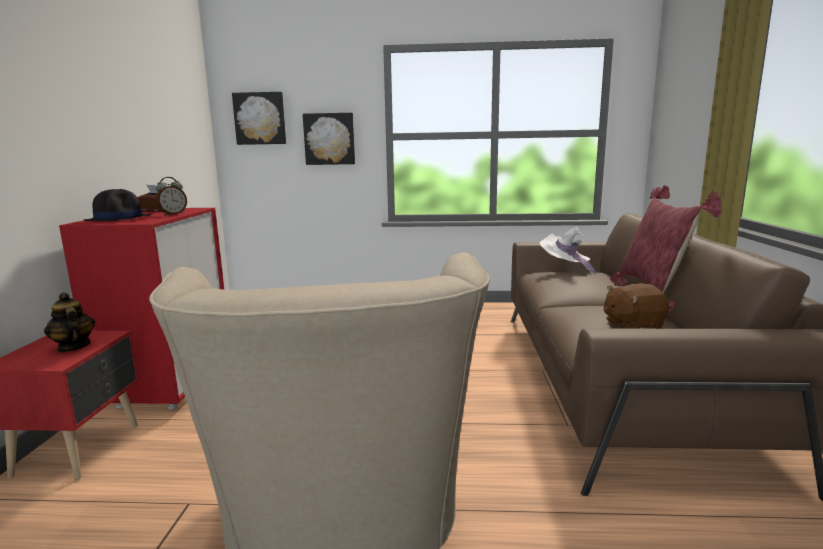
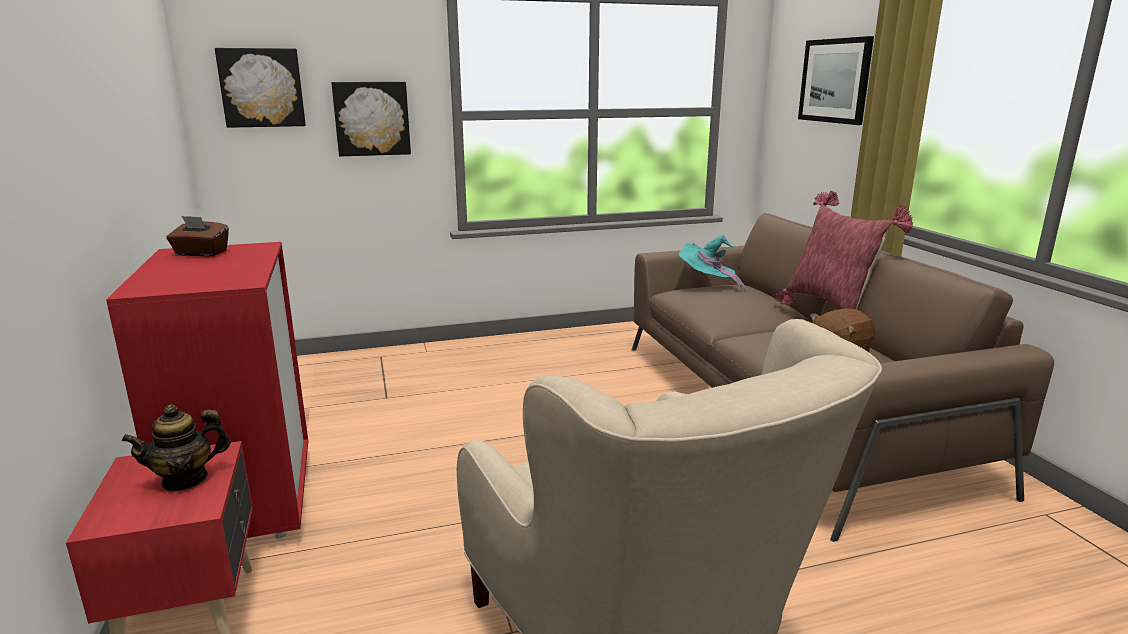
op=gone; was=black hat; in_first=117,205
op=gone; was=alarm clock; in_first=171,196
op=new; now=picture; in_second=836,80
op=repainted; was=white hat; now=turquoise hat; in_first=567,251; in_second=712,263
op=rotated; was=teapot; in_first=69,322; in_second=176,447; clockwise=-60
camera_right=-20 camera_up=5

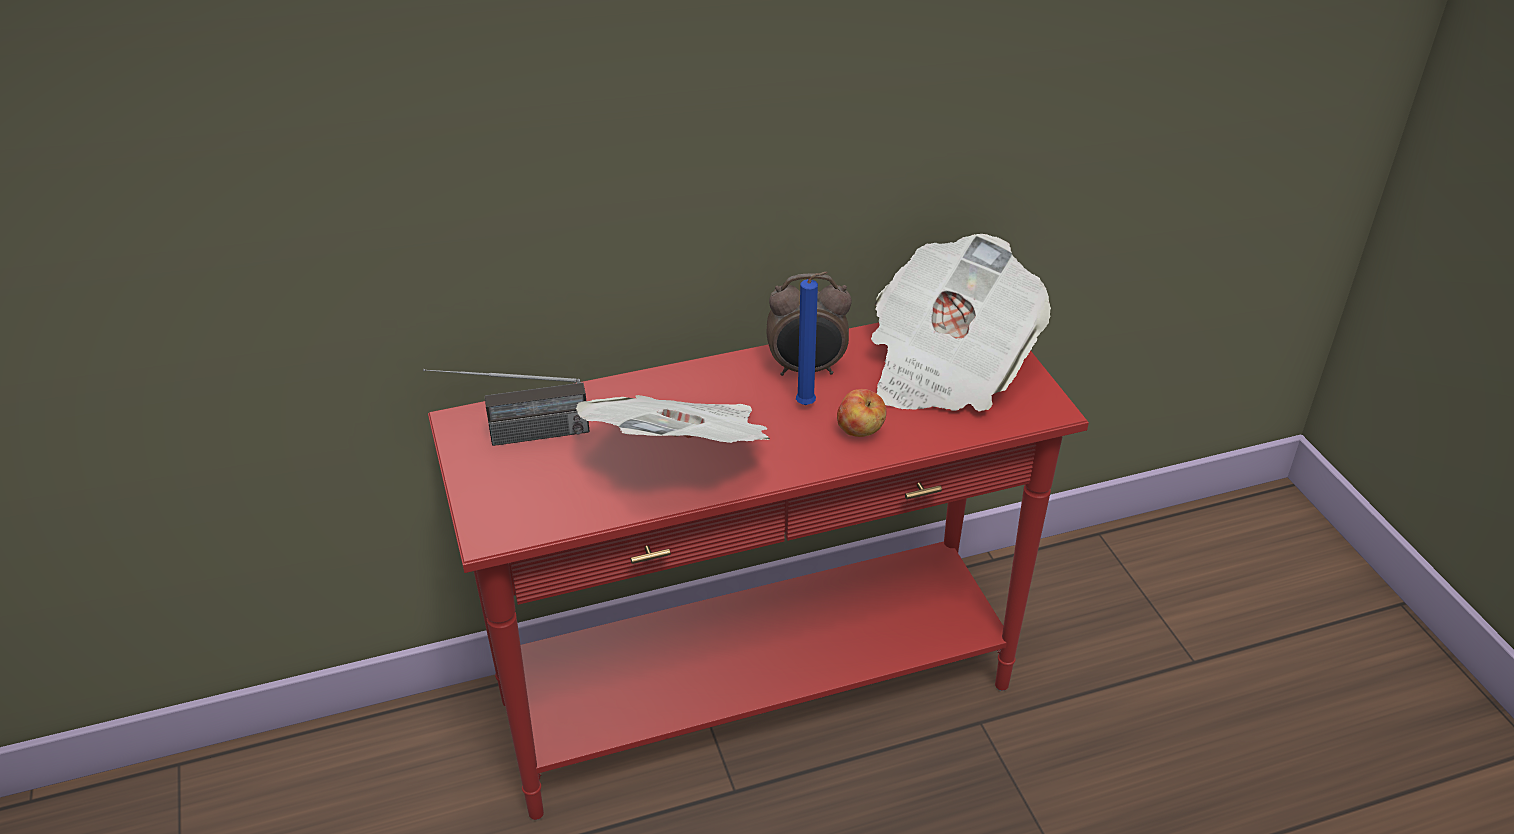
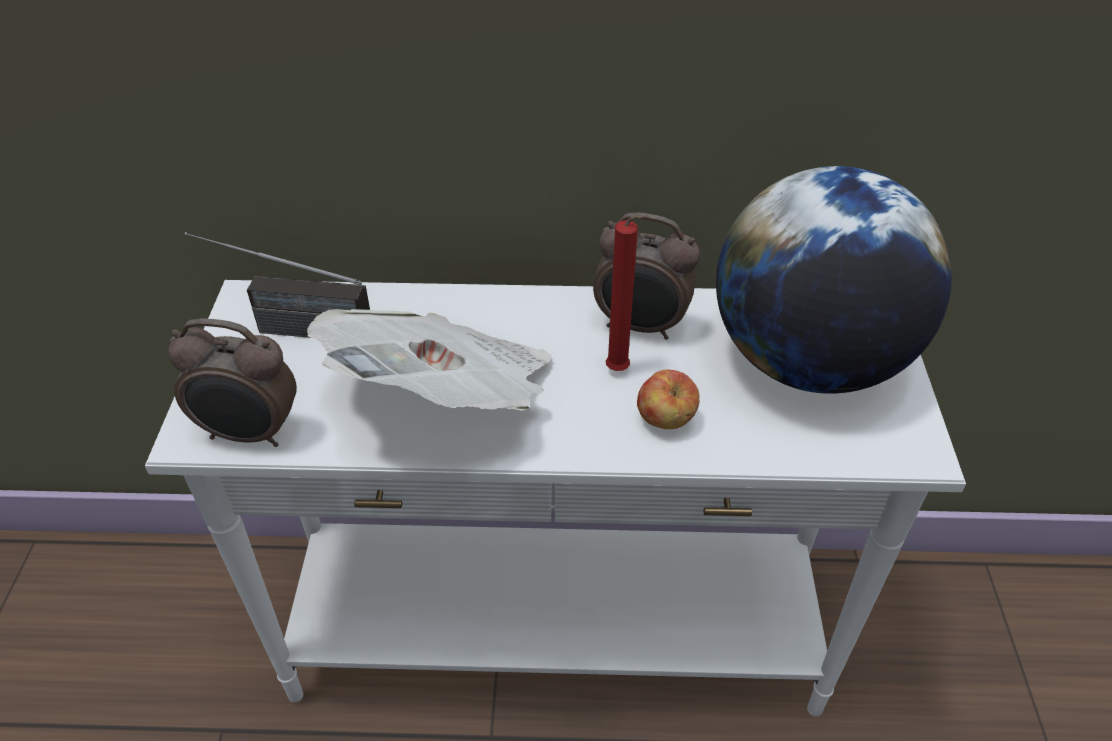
op=new; now=alarm clock; in_second=232,383
op=swapped; was=newspaper; now=globe; in_first=961,322; in_second=834,280
op=repainted; was=red console table; now=white console table; in_first=758,571; in_second=555,498
op=repainted; was=blue candle; now=red candle; in_first=812,338; in_second=627,293
camera_right=20 camera_up=5

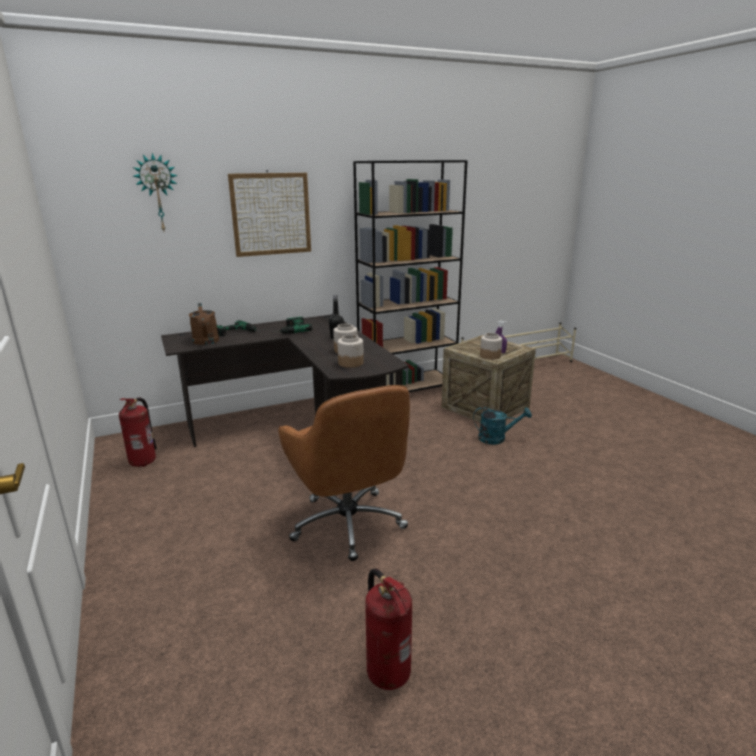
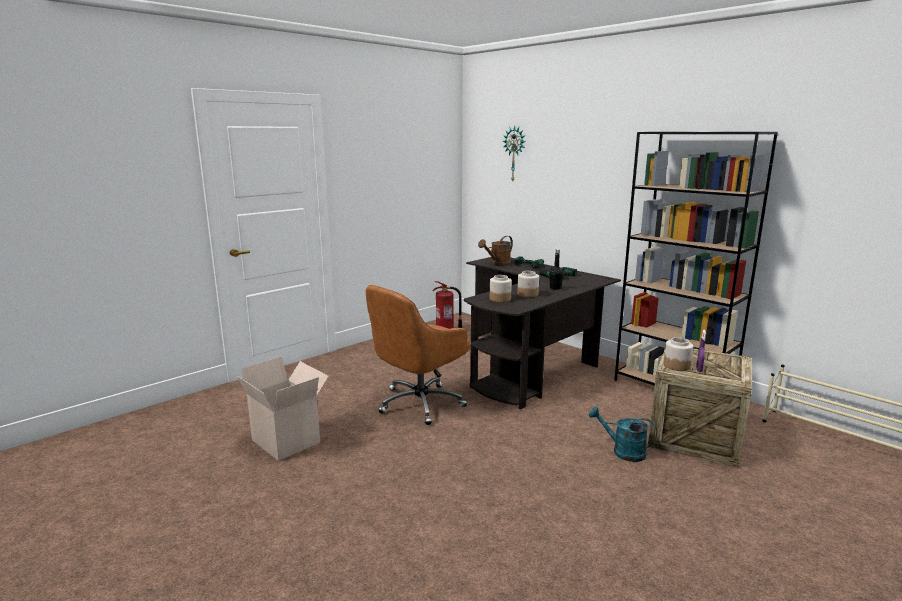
op=gone; was=picture; in_first=269,213
op=swapped; was=fire extinguisher; now=cardboard box; in_first=388,629; in_second=283,409
op=rotated; was=turquoise watering can; in_first=502,426; in_second=623,434; clockwise=135
camera_right=70 camera_up=-5

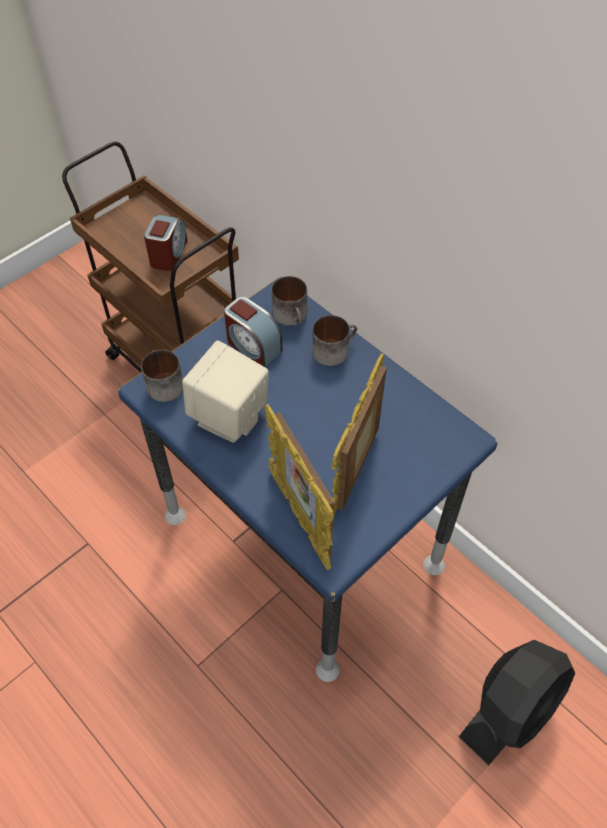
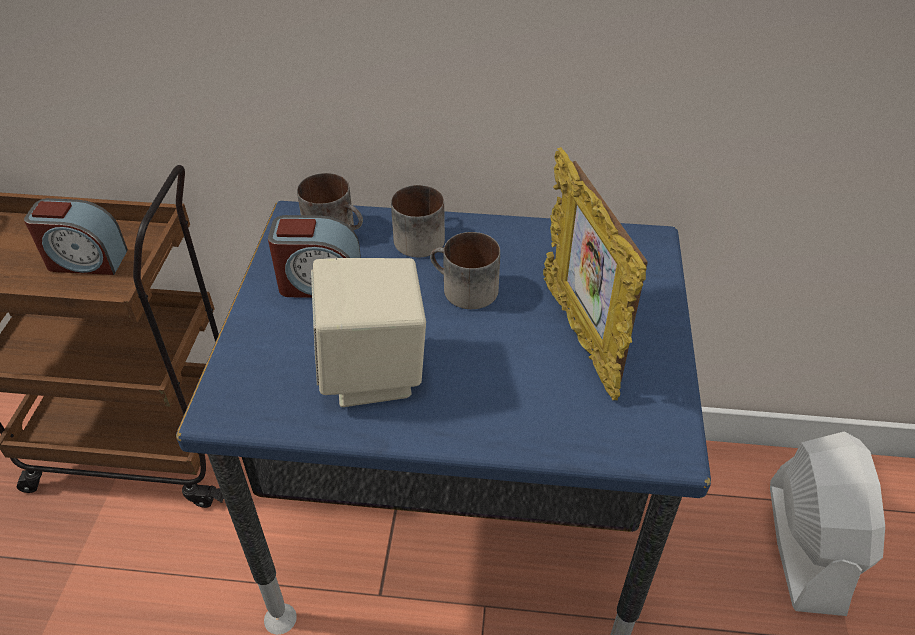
op=gone; was=picture frame; in_first=299,487
op=shifted; was=mug; in_first=162,376; in_second=465,270
op=repainted; was=black fan; now=white fan; in_first=517,702; in_second=827,524
op=rotated; was=alarm clock; in_first=165,243; in_second=76,236; clockwise=120
camera_right=-40 camera_up=-10

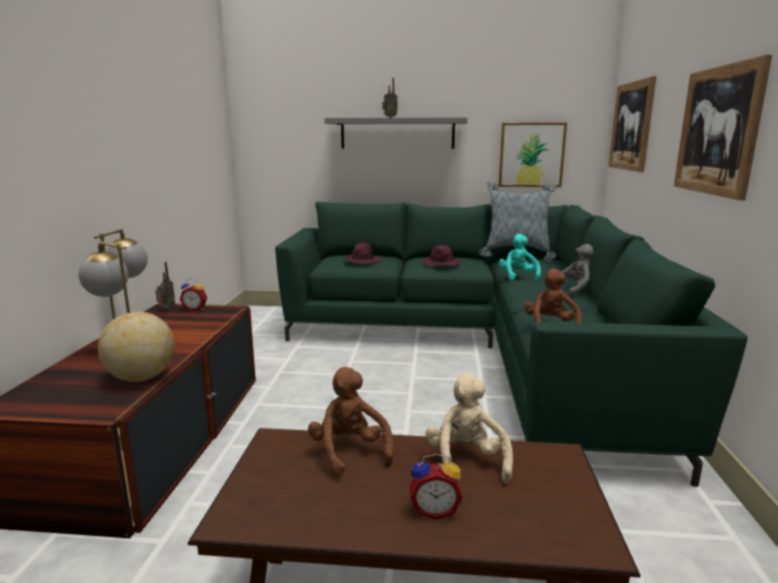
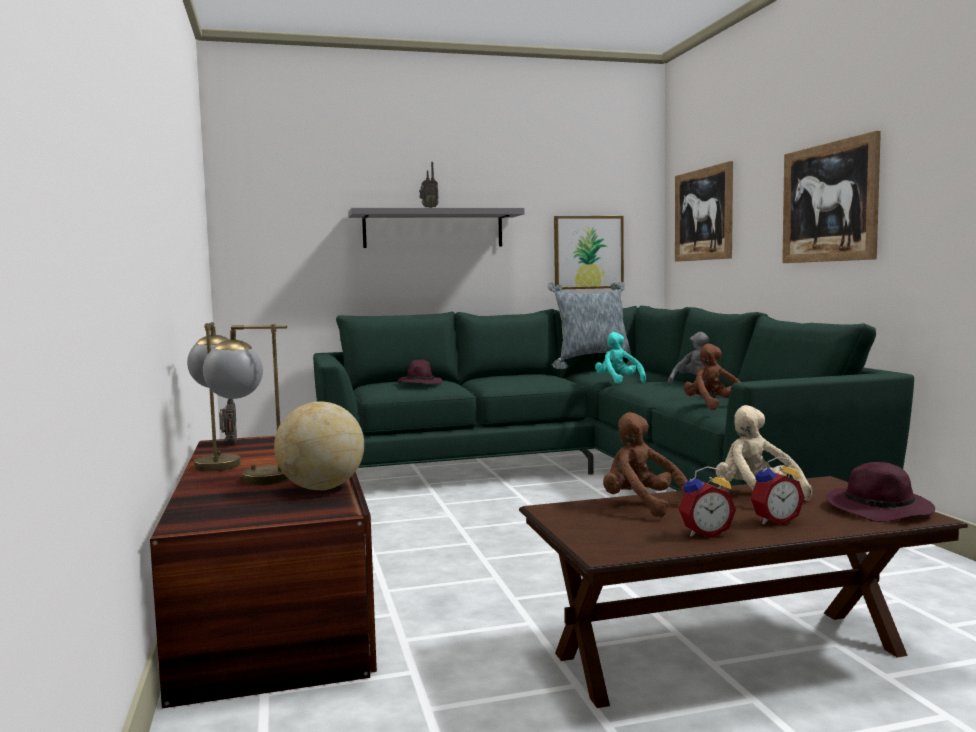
op=shifted; was=alarm clock; in_first=193,294; in_second=707,502
op=shifted; was=purple hat; in_first=442,256; in_second=880,492
camera_right=-20 camera_up=-10

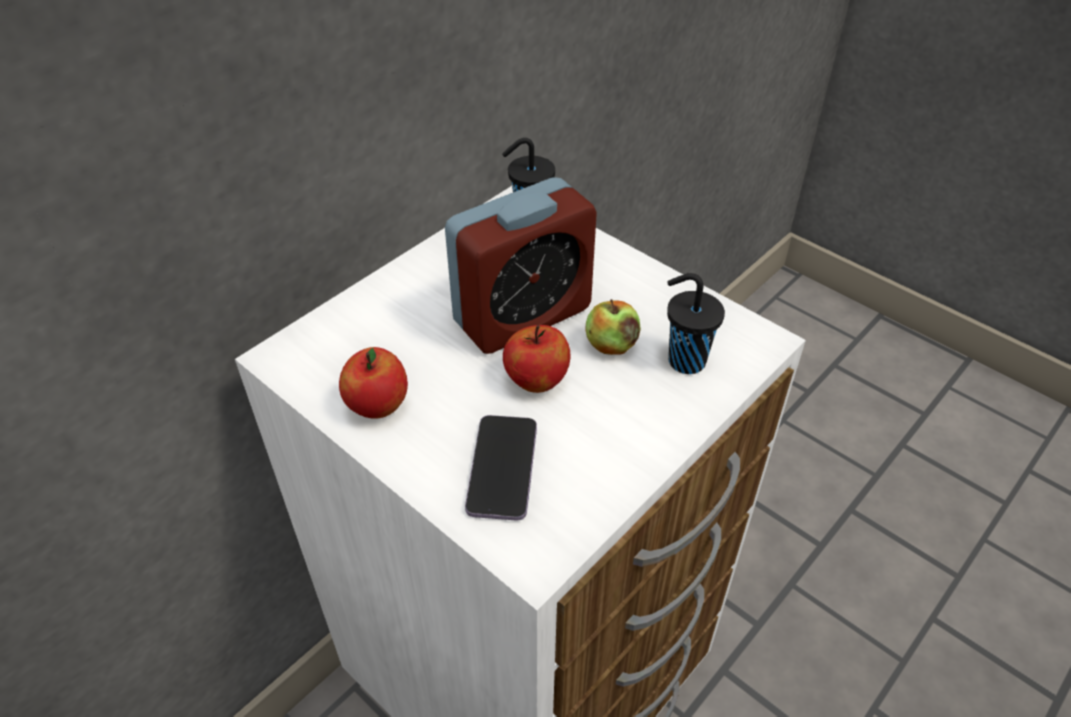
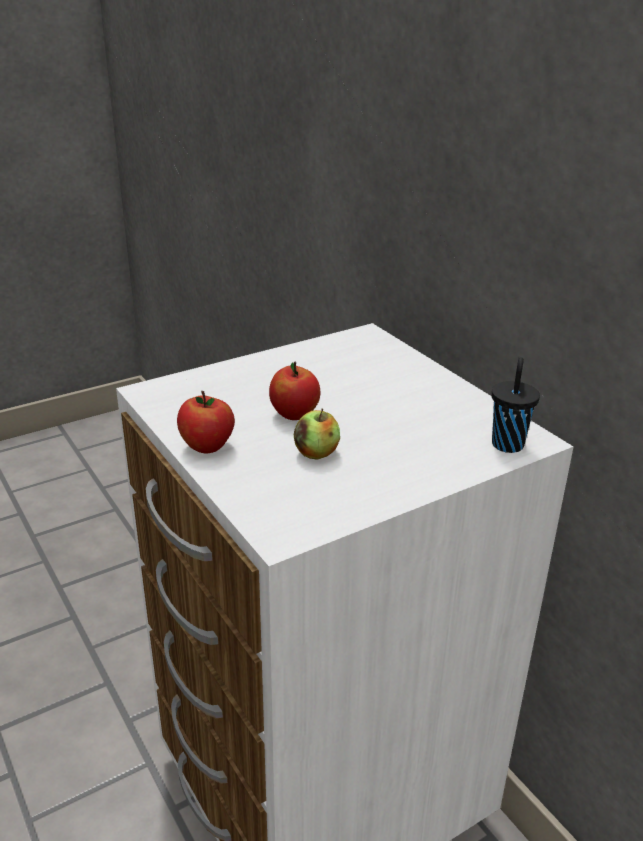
op=gone; was=alarm clock; in_first=521,265
op=gone; was=phone; in_first=501,467
op=gone; was=black cup; in_first=696,323
op=shifted; was=apple; in_first=373,383; in_second=206,422
camera_right=105 camera_up=-15

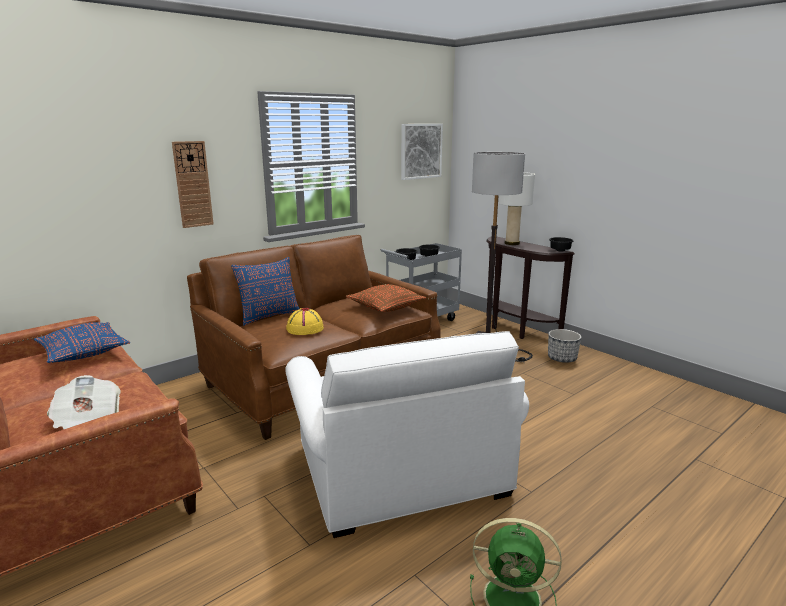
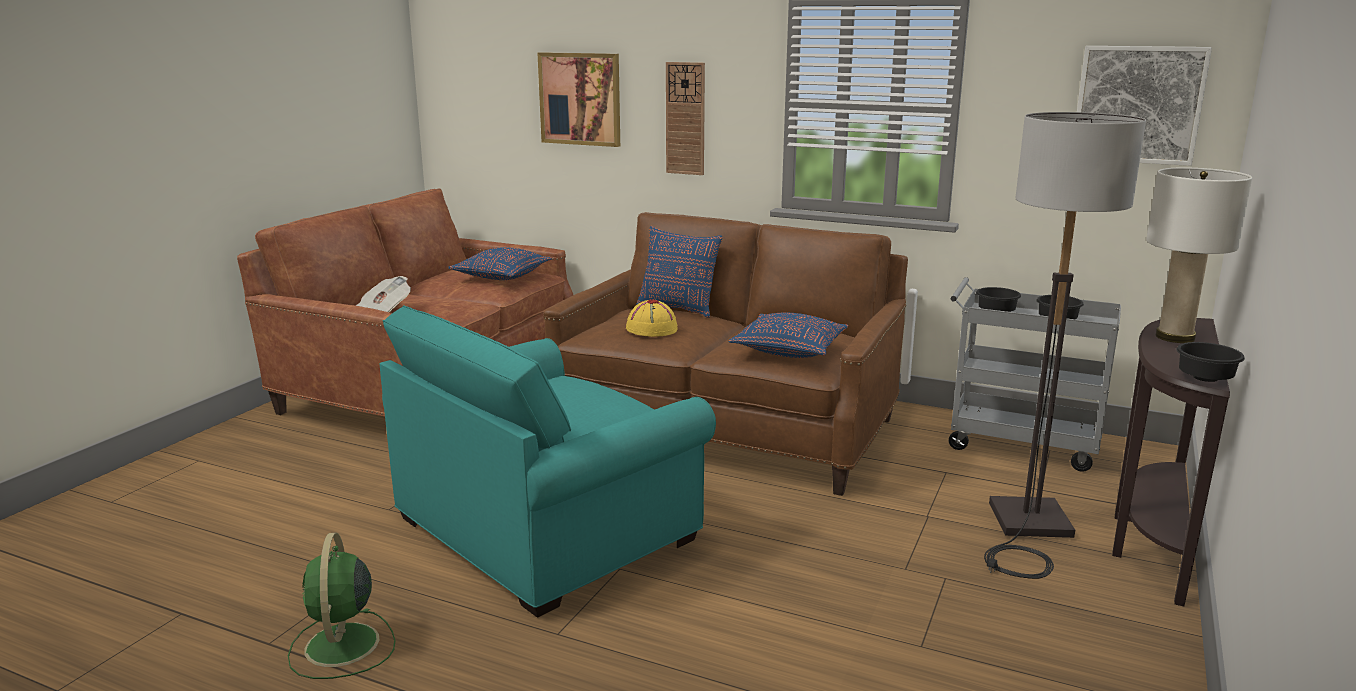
op=gone; was=planter; in_first=564,346
op=new; now=picture; in_second=578,99
op=repainted; was=white armchair; now=turquoise armchair; in_first=407,434; in_second=548,462
op=repainted; was=brown pillow; now=blue pillow; in_first=386,298; in_second=788,335
camera_right=65 camera_up=0

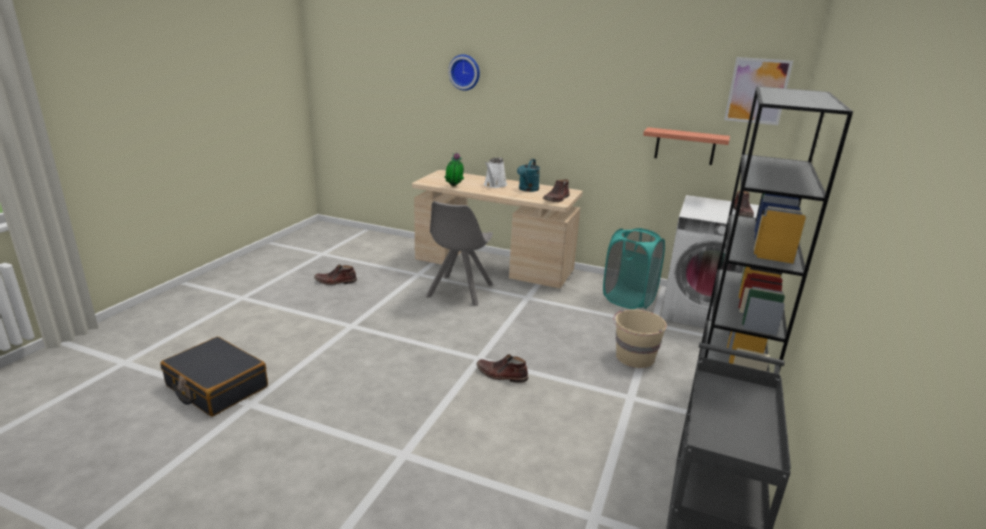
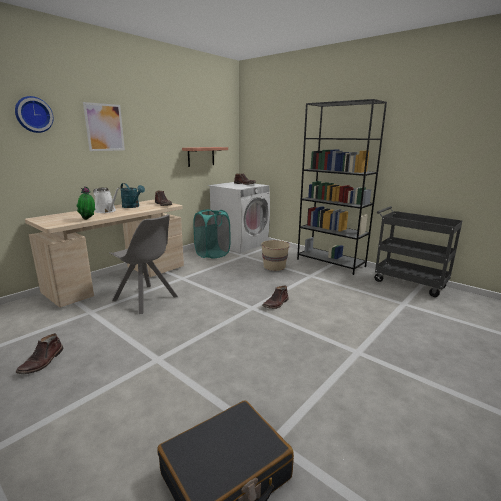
op=shifted; was=picture; in_first=758,91; in_second=104,126
camera_right=-70 camera_up=-5

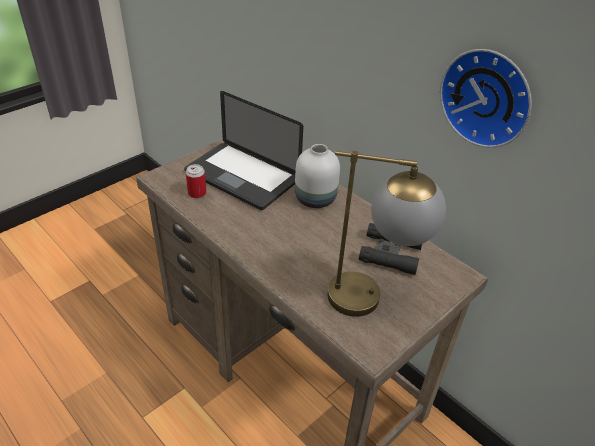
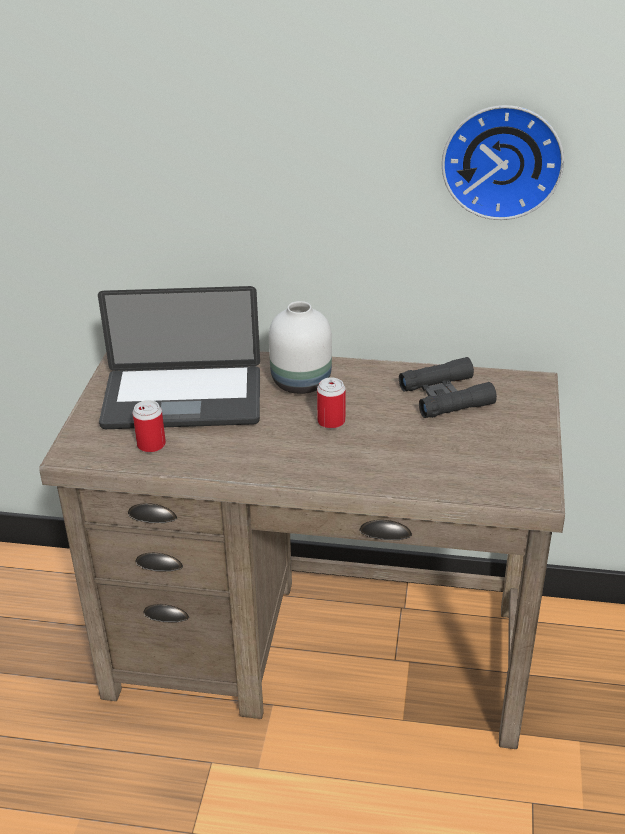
op=gone; was=table lamp; in_first=386,234
op=new; now=can; in_second=331,403
camera_right=-35 camera_up=-5

